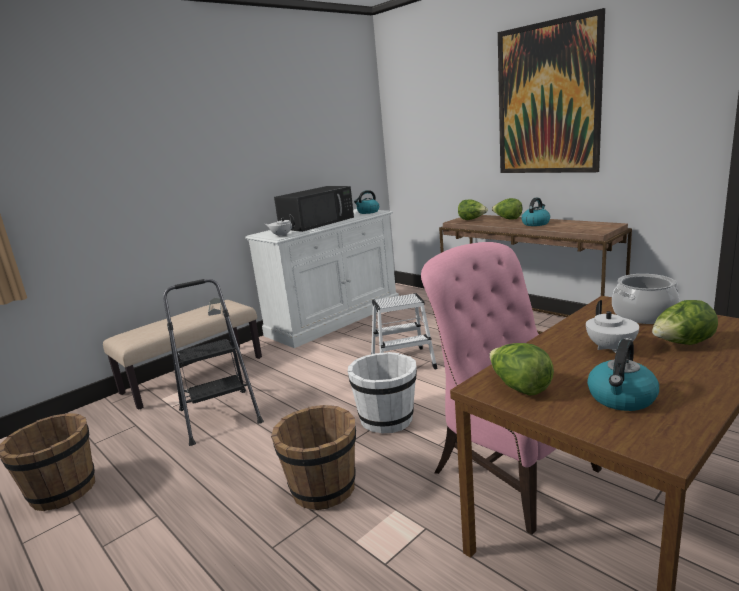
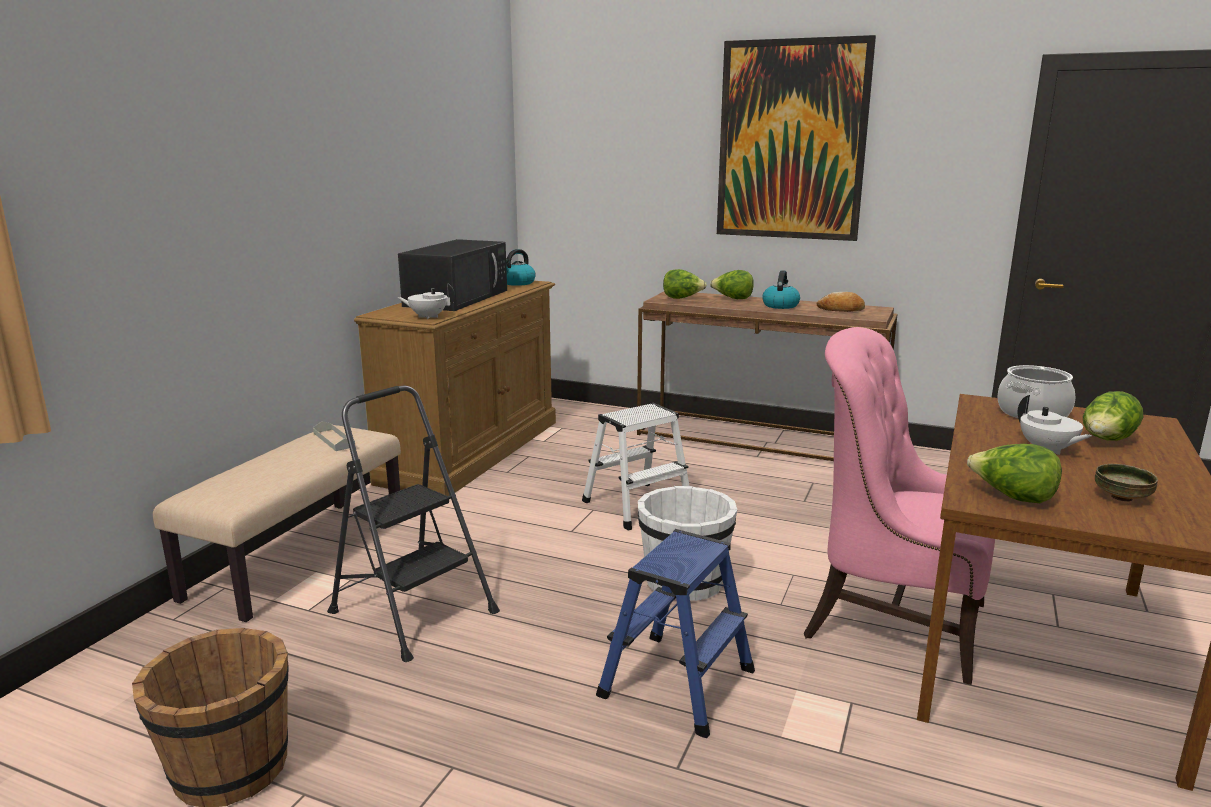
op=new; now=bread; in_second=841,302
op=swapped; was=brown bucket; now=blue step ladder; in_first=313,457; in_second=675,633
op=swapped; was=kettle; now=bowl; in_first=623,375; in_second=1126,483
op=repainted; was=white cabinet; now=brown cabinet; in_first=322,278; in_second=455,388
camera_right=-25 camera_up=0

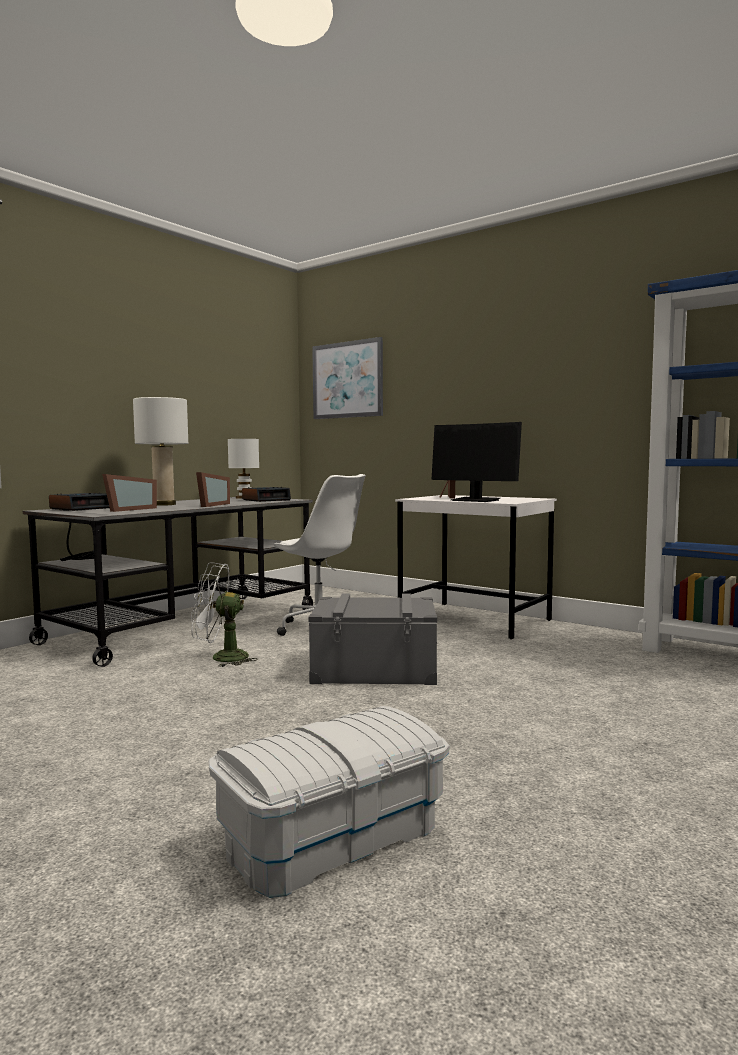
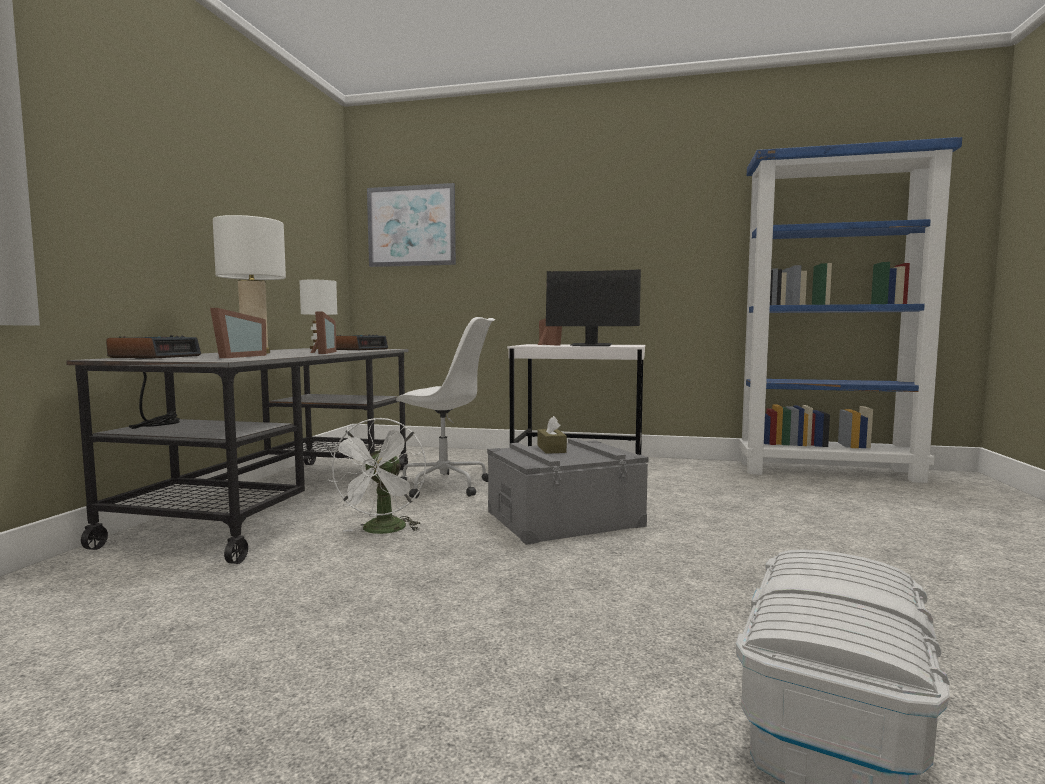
op=new; now=brown tissue box; in_second=552,435
op=rotated; was=white fan; in_first=224,614; in_second=376,475; clockwise=-60
camera_right=-25 camera_up=0

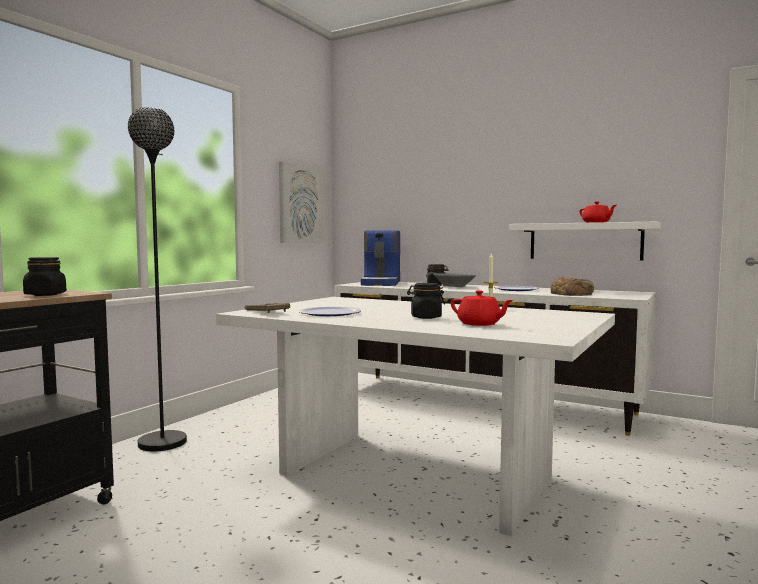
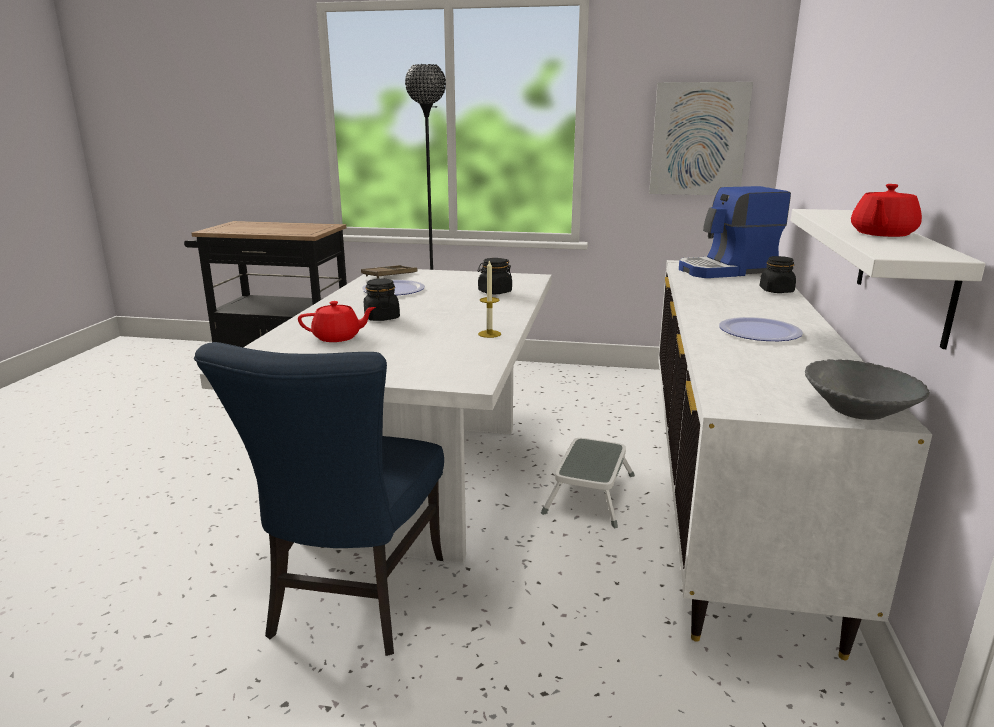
op=gone; was=bread; in_first=572,286
op=new; now=blue chair; in_second=319,499
op=new; now=grey step ladder; in_second=588,483
op=shifted; was=black jar; in_first=45,276; in_second=495,276
op=shifted; was=grey bowl; in_first=454,280; in_second=867,389
op=rotated; was=red teapot; in_first=482,308; in_second=337,321; clockwise=-120
camera_right=70 camera_up=15

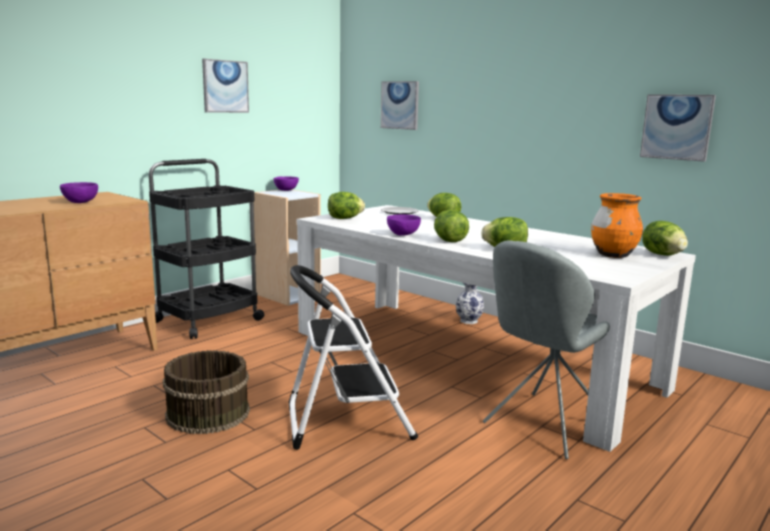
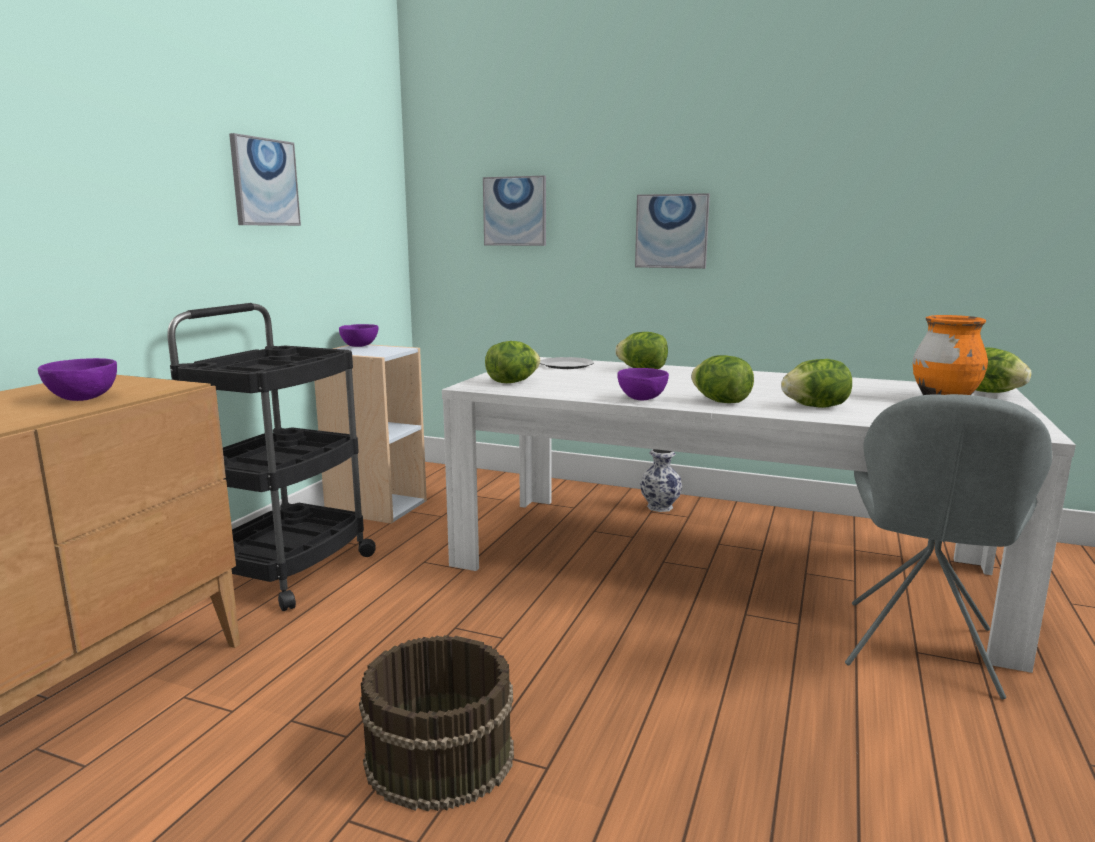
op=gone; was=step ladder; in_first=353,357
op=shifted; was=picture; in_first=678,128; in_second=672,231
camera_right=-20 camera_up=0

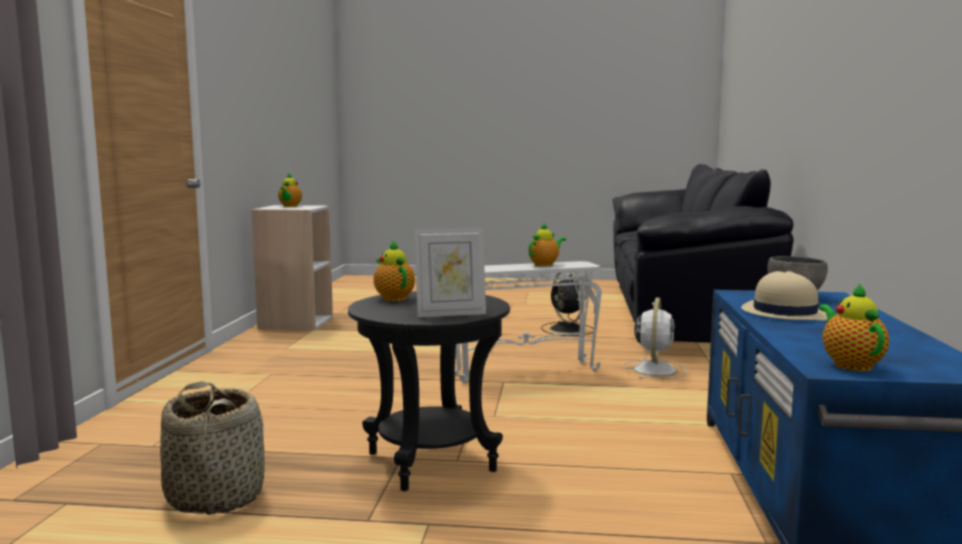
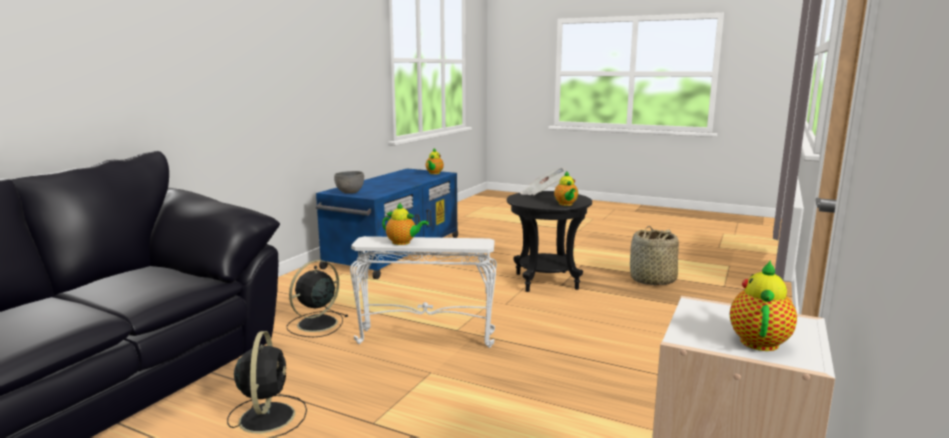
op=gone; was=beige hat; in_first=784,296
op=swapped; was=picture frame; now=newspaper; in_first=450,272; in_second=543,181
op=repainted; was=white fan; now=black fan; in_first=655,338; in_second=317,298
op=rotated; was=teapot; in_first=547,245; in_second=405,223; clockwise=-135
camera_right=-160 camera_up=5

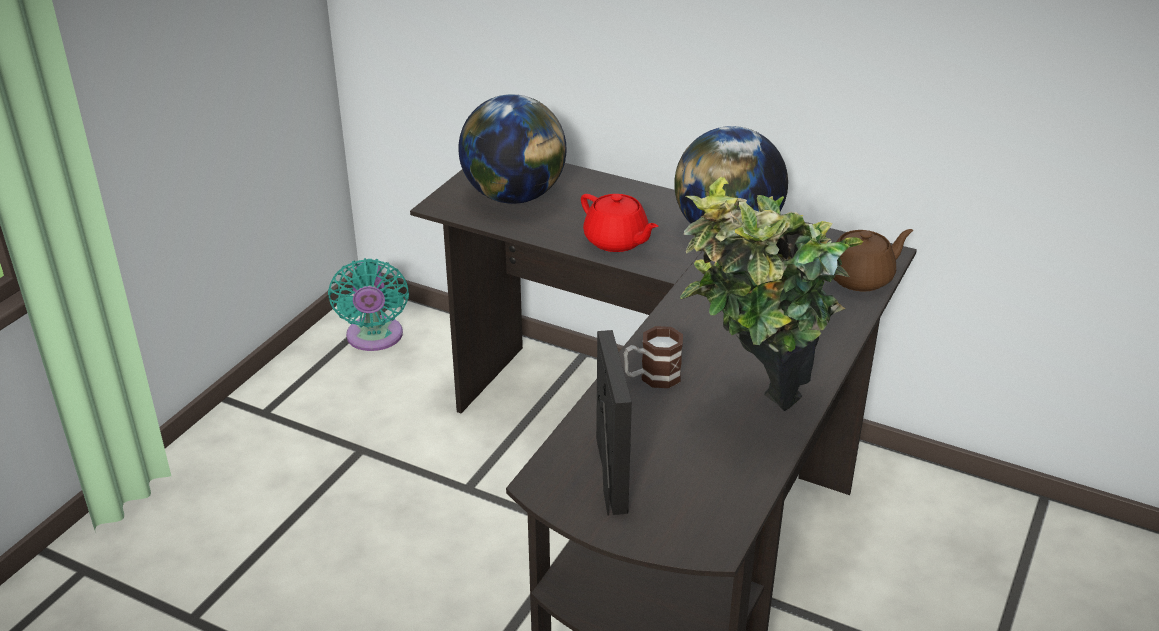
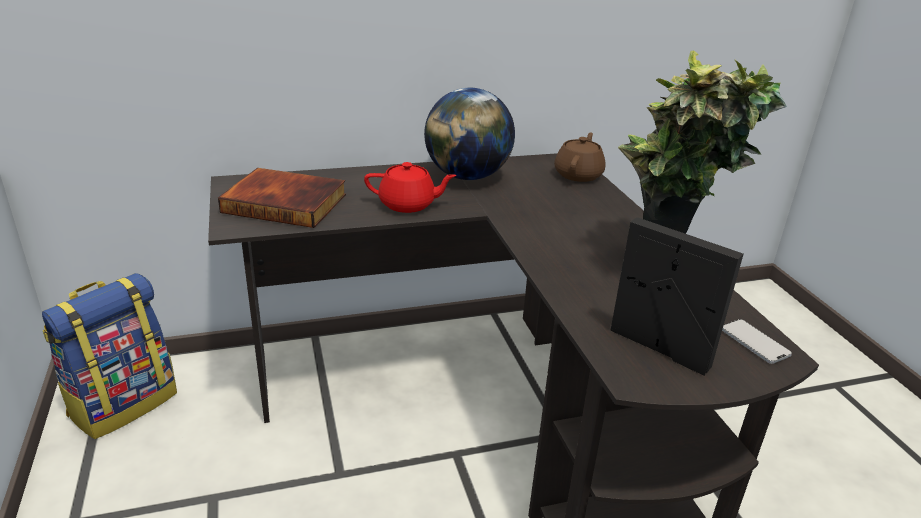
op=gone; was=mug; in_first=653,357
op=new; now=phone; in_second=757,341
op=swapped; was=turquoise fan; now=backpack; in_first=368,304; in_second=109,356
op=swapped; was=globe; now=book; in_first=512,149; in_second=282,198
camera_right=-45 camera_up=-5

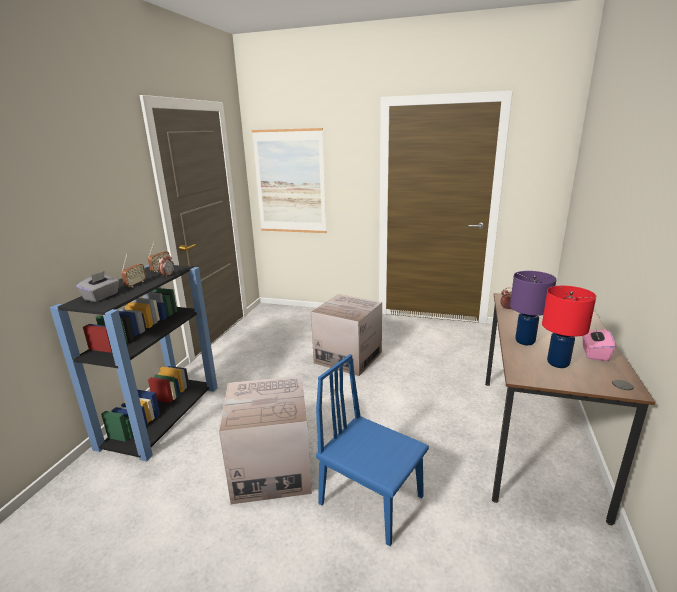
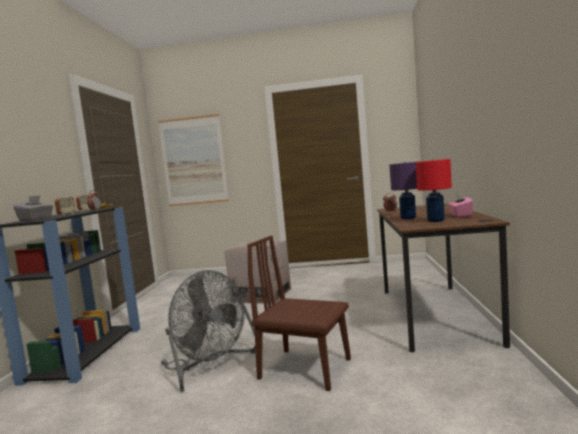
op=swapped; was=cardboard box; now=grey fan; in_first=265,440; in_second=208,331
op=repainted; was=blue chair; now=brown chair; in_first=372,450; in_second=299,313
camera_right=-10 camera_up=-15

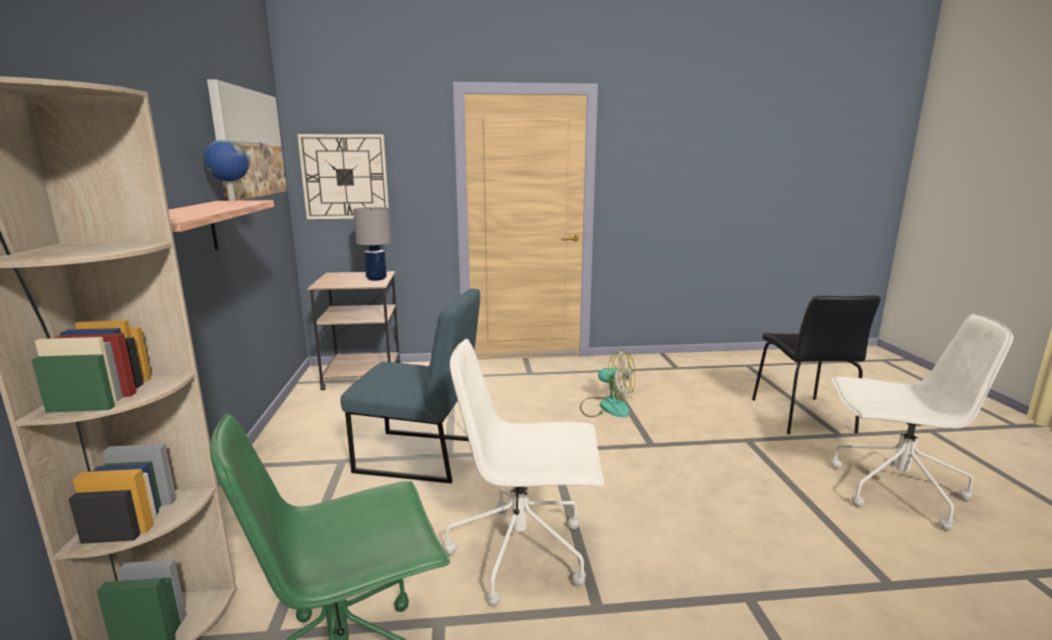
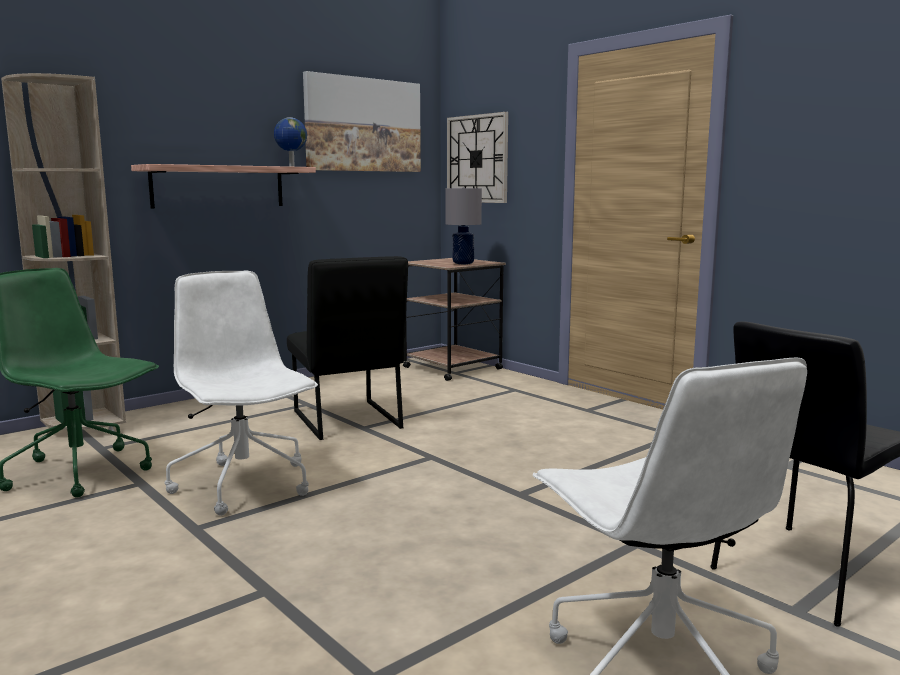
op=gone; was=fan; in_first=607,383
op=repainted; was=blue chair; now=black chair; in_first=410,385; in_second=347,348
camera_right=55 camera_up=-5

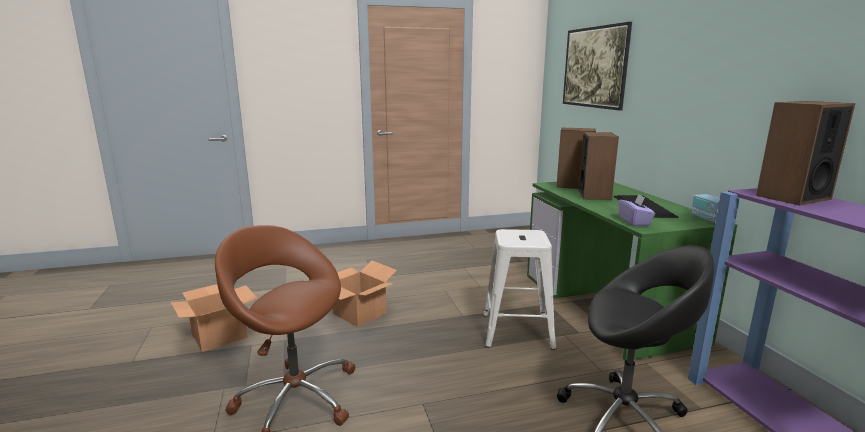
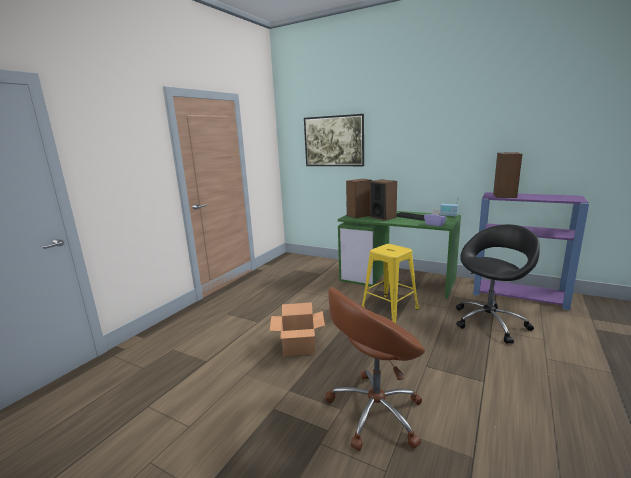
op=gone; was=cardboard box; in_first=214,318
op=repainted; was=white stool; now=yellow stool; in_first=520,289; in_second=390,283
camera_right=-45 camera_up=0

